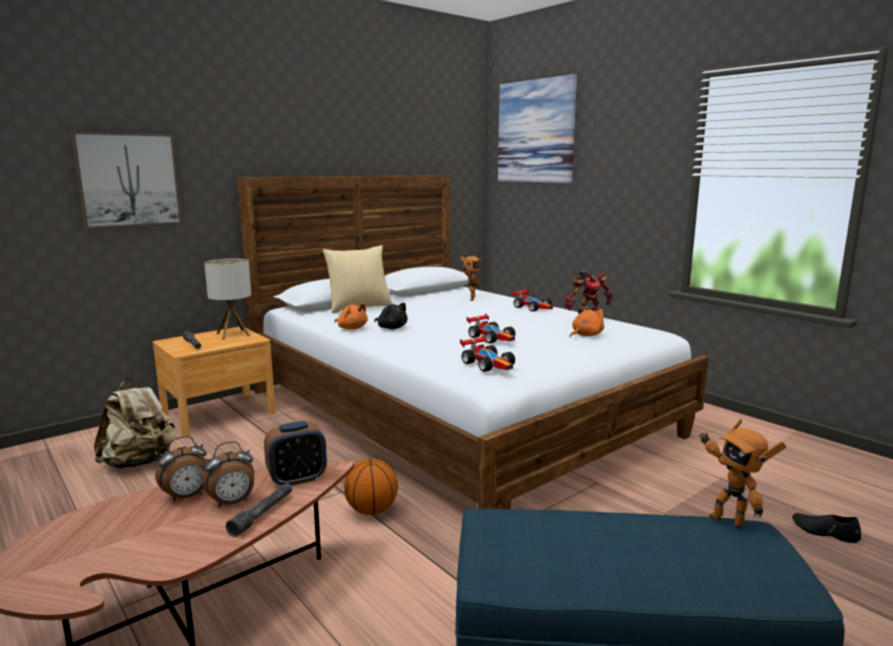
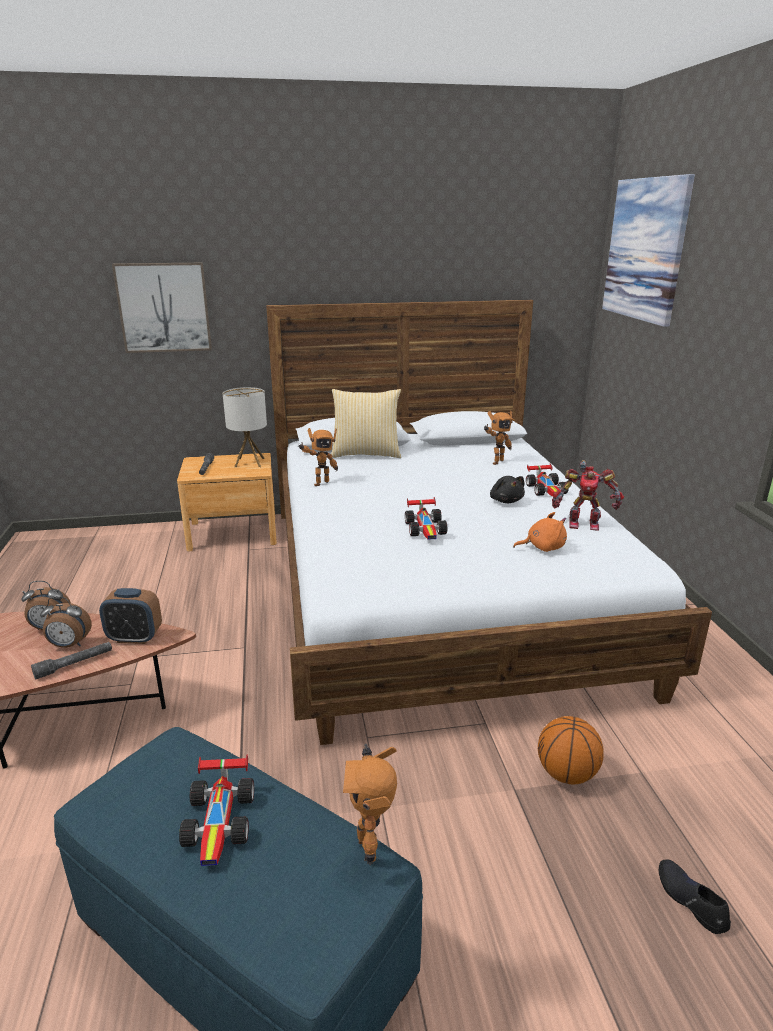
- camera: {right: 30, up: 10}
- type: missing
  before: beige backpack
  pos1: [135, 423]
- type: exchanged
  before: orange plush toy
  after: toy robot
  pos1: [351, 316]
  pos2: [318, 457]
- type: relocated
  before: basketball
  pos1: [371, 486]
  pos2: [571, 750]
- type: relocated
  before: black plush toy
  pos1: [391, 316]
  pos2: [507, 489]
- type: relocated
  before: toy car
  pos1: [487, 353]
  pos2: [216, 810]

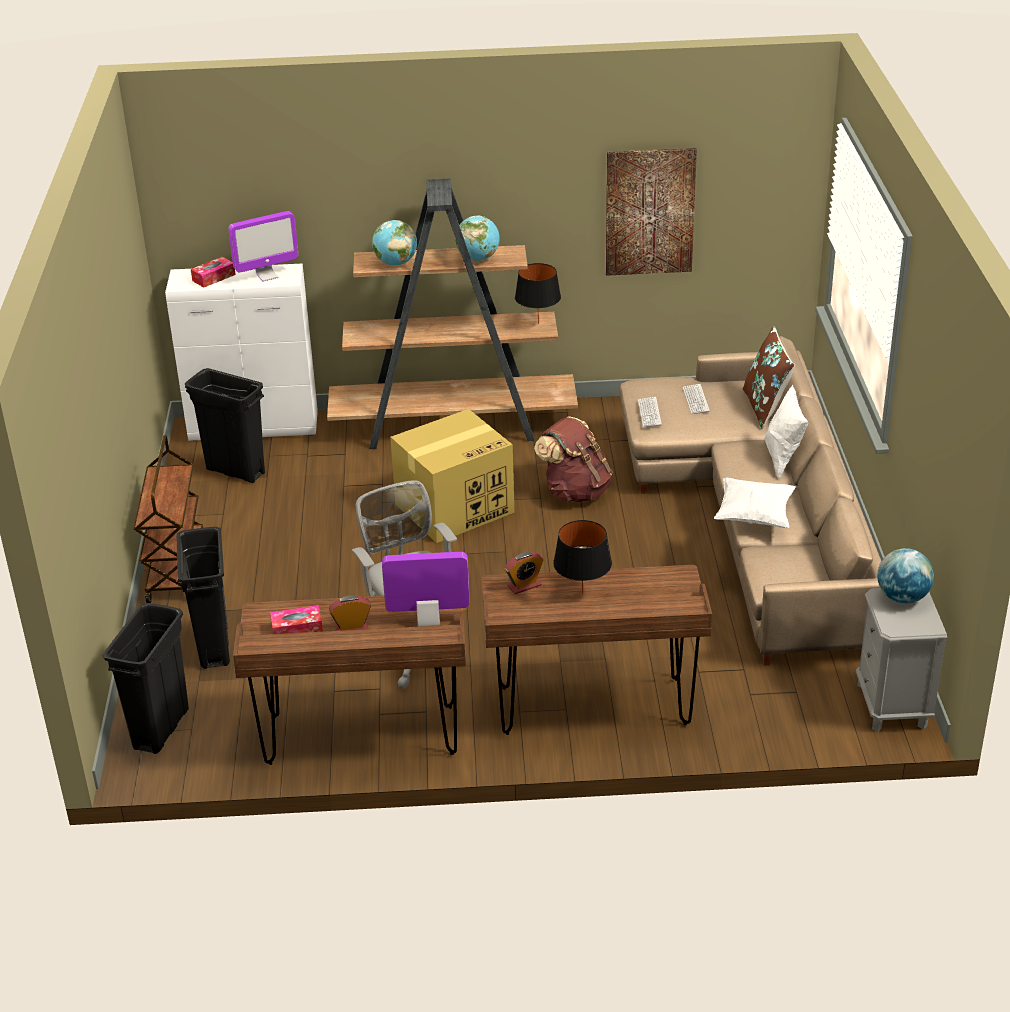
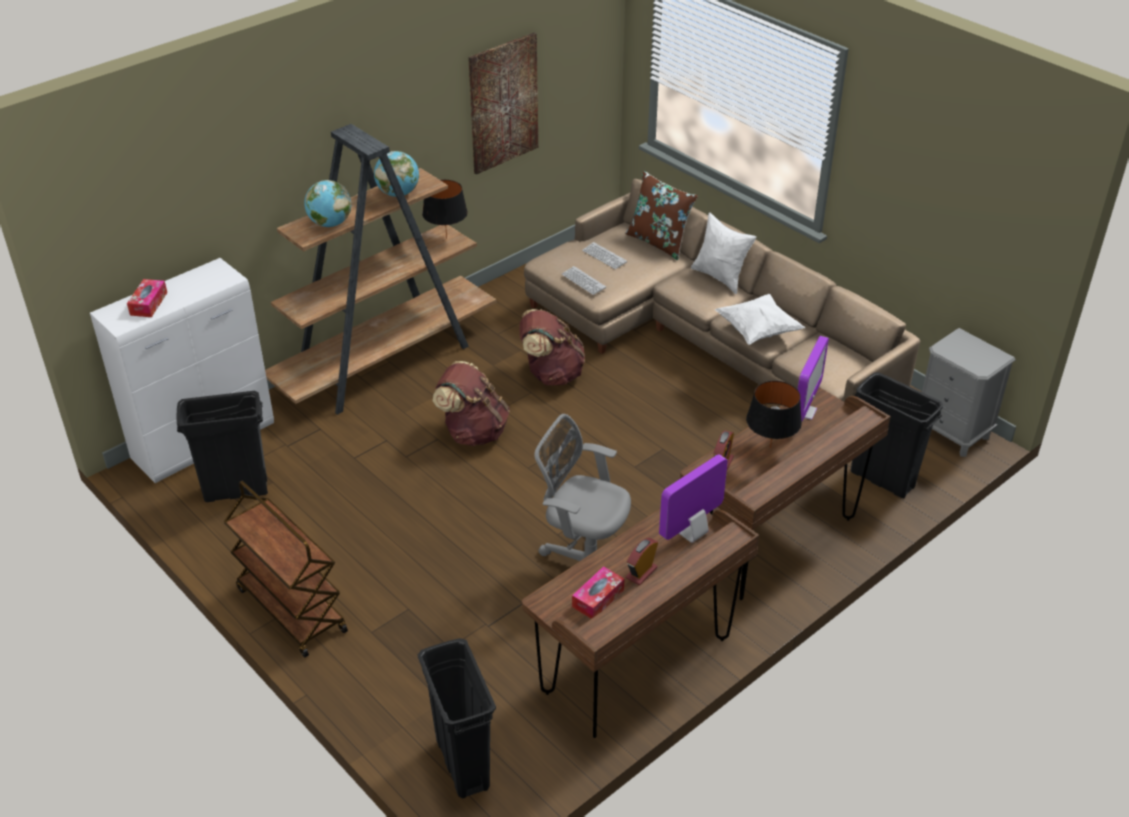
- camera: {right: -40, up: 5}
- type: relocated
  before: black trash can
  pos1: [203, 598]
  pos2: [897, 435]
- type: relocated
  before: monitor
  pos1: [263, 246]
  pos2: [813, 378]
- type: exchanged
  before: cardboard box
  after: brown backpack
  pos1: [452, 476]
  pos2: [471, 403]
- type: missing
  before: globe
  pos1: [905, 576]

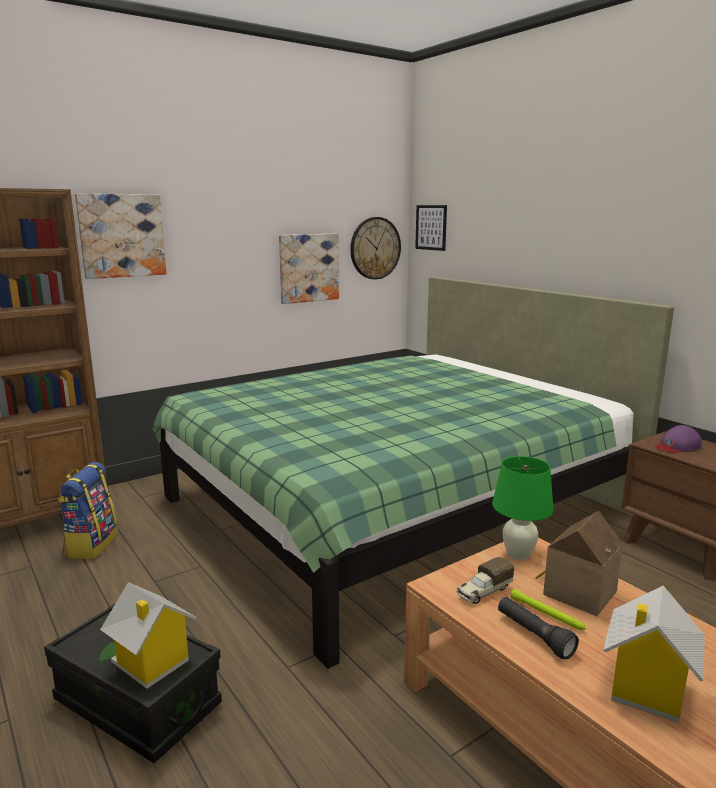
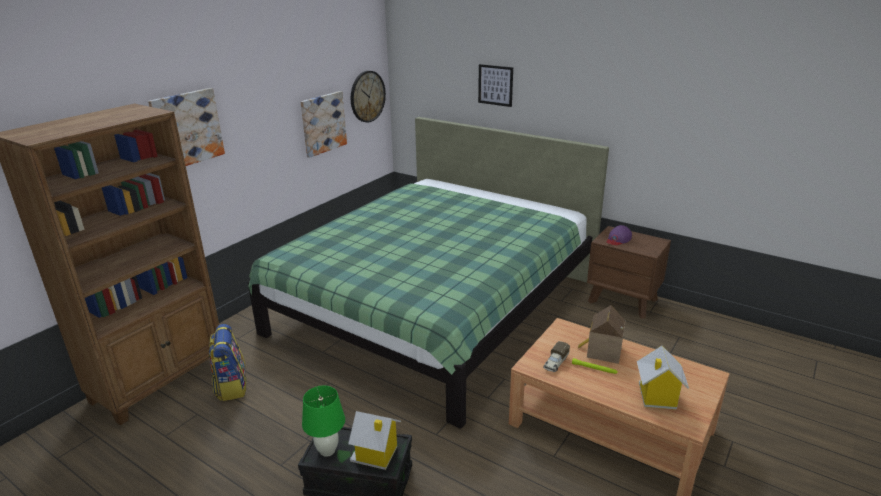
- camera: {right: -20, up: 10}
- type: relocated
  before: picture
  pos1: [431, 228]
  pos2: [495, 85]
- type: relocated
  before: green table lamp
  pos1: [523, 508]
  pos2: [323, 421]
- type: missing
  before: black flashlight
  pos1: [538, 628]

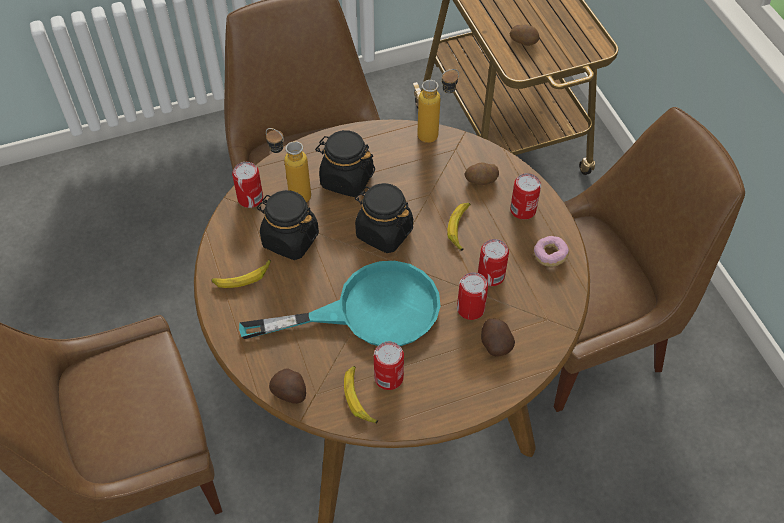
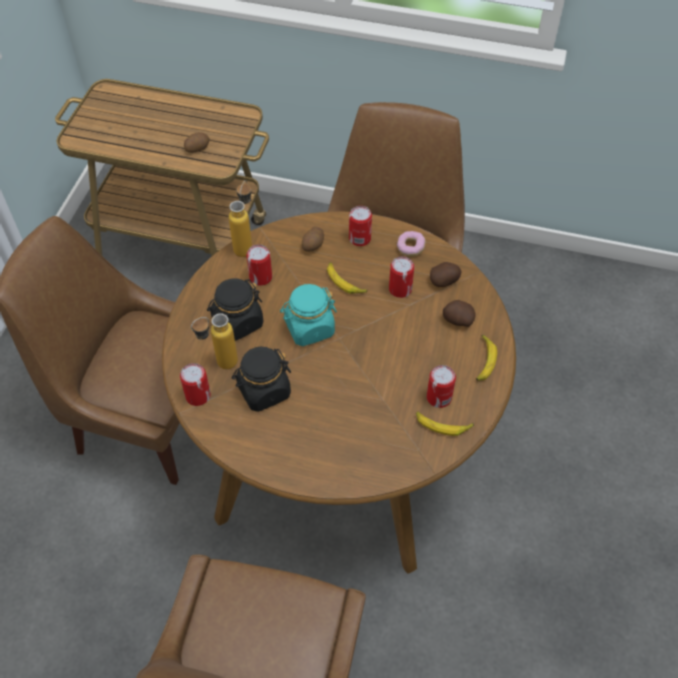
- camera: {right: -55, up: 0}
- type: relocated
  before: banana
  pos1: [241, 273]
  pos2: [486, 358]
- type: missing
  before: turquoise frying pan
  pos1: [340, 303]
- type: relocated
  before: potato
  pos1: [287, 386]
  pos2: [446, 274]
- type: colour
  before: black jar
  after: turquoise jar
  pos1: [384, 218]
  pos2: [308, 315]
- type: relocated
  before: can
  pos1: [472, 296]
  pos2: [259, 265]

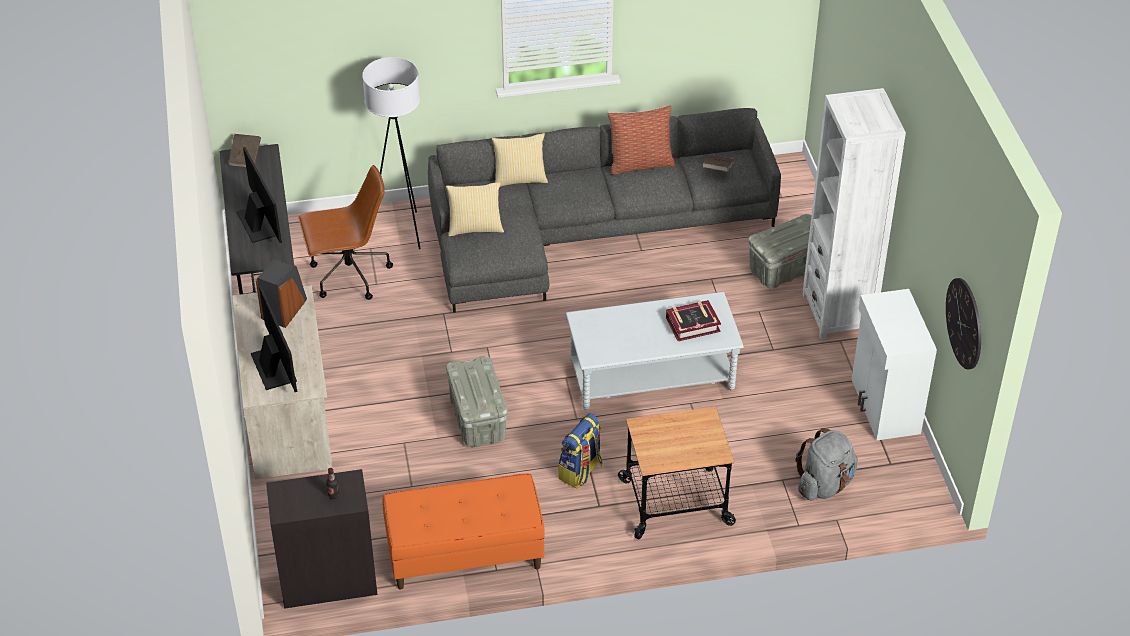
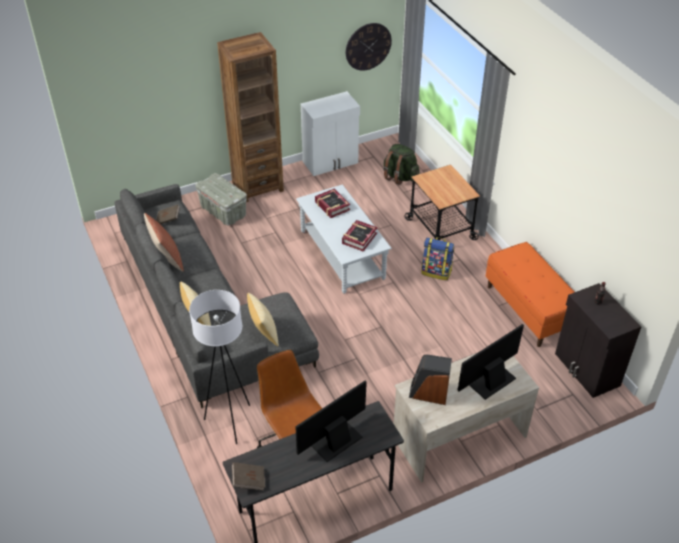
- camera: {right: -105, up: 0}
- type: missing
  before: grey storage box
  pos1: [477, 401]
- type: colour
  before: grey backpack
  after: green backpack
  pos1: [826, 464]
  pos2: [401, 164]
- type: colour
  before: white bookcase
  after: brown bookcase
  pos1: [854, 213]
  pos2: [250, 117]
- type: appeared
  after: book
  pos2: [360, 236]

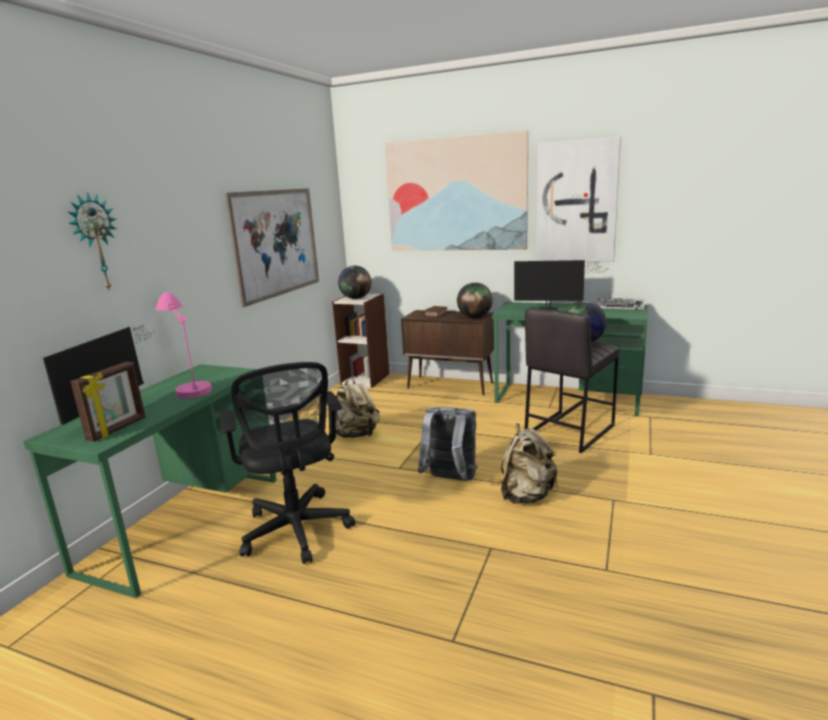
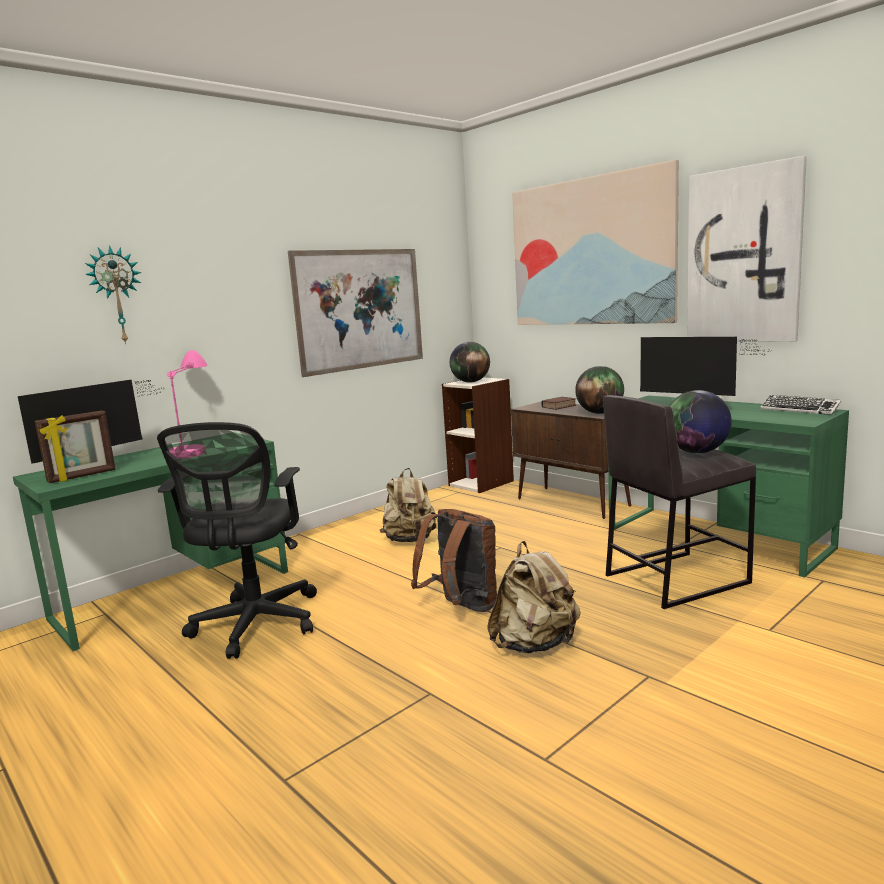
- camera: {right: 25, up: -5}
- type: colour
  before: grey backpack
  after: brown backpack
  pos1: [448, 444]
  pos2: [454, 560]

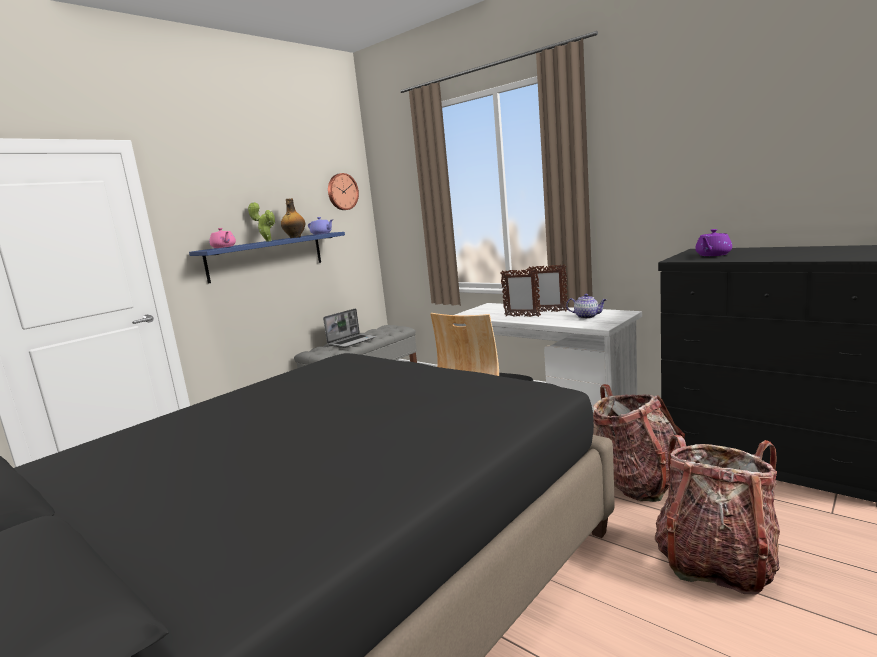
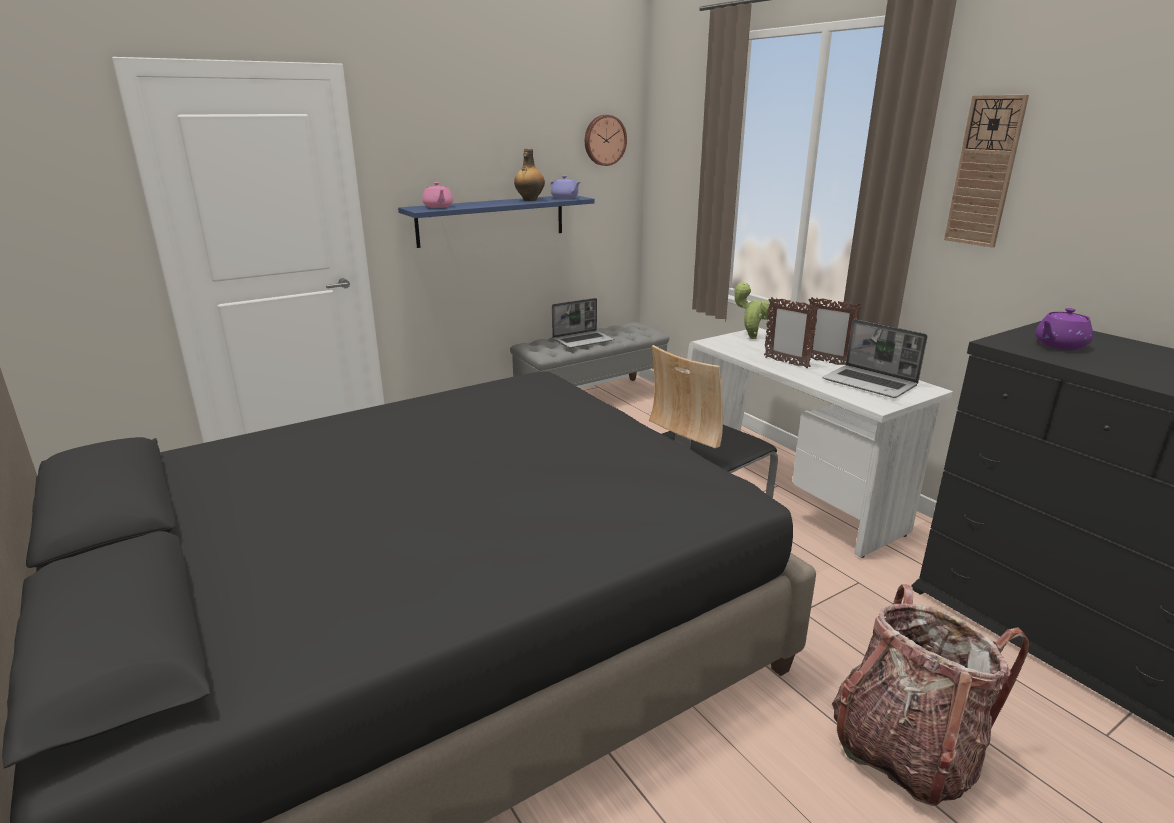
- camera: {right: 15, up: 10}
- type: relocated
  before: potted plant
  pos1: [261, 222]
  pos2: [753, 310]
- type: exchanged
  before: teapot
  after: laptop
  pos1: [586, 306]
  pos2: [875, 358]
- type: missing
  before: backpack
  pos1: [639, 443]
- type: appeared
  after: wall clock
  pos2: [986, 171]

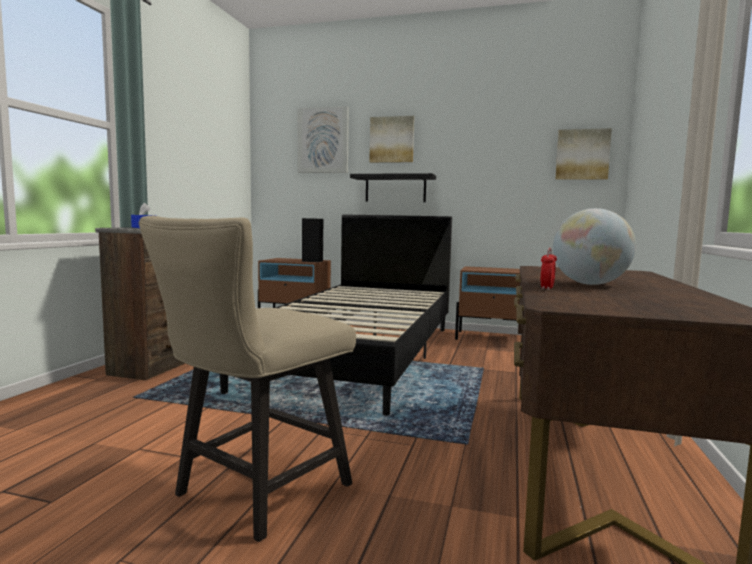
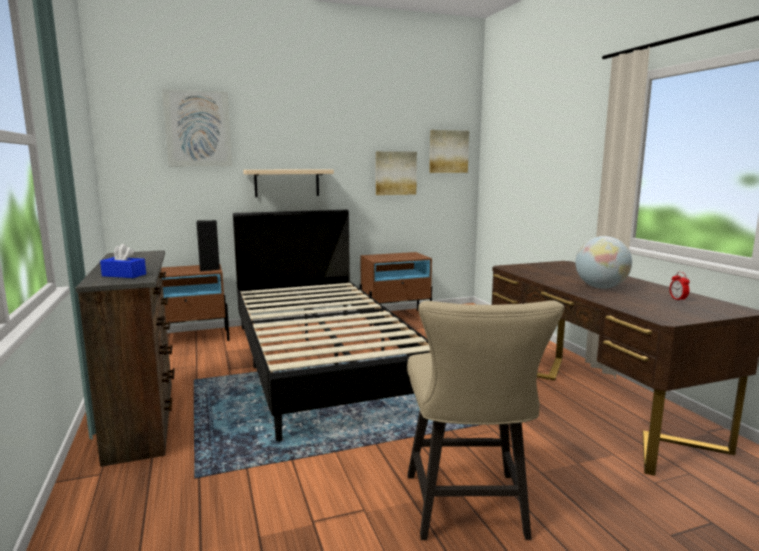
- camera: {right: -35, up: 5}
- type: colour
  before: black shelf
  after: beige shelf
  pos1: [393, 187]
  pos2: [288, 183]
- type: relocated
  before: picture
  pos1: [391, 139]
  pos2: [396, 173]
- type: relocated
  before: alarm clock
  pos1: [549, 269]
  pos2: [680, 286]

